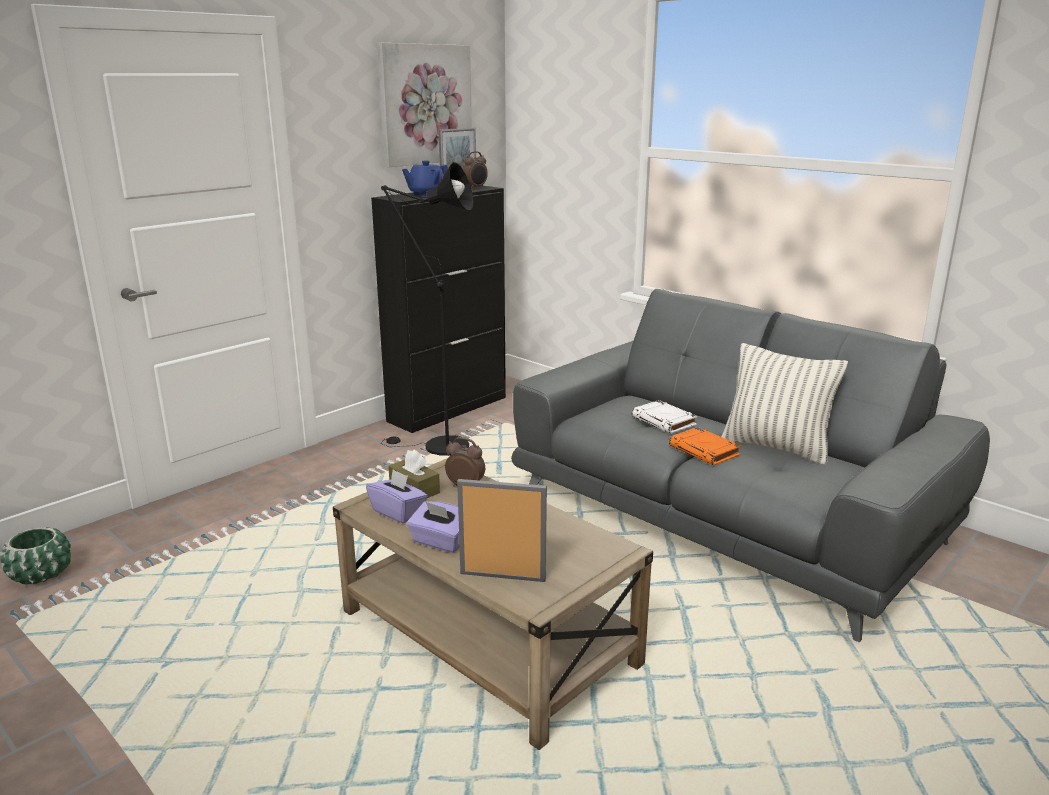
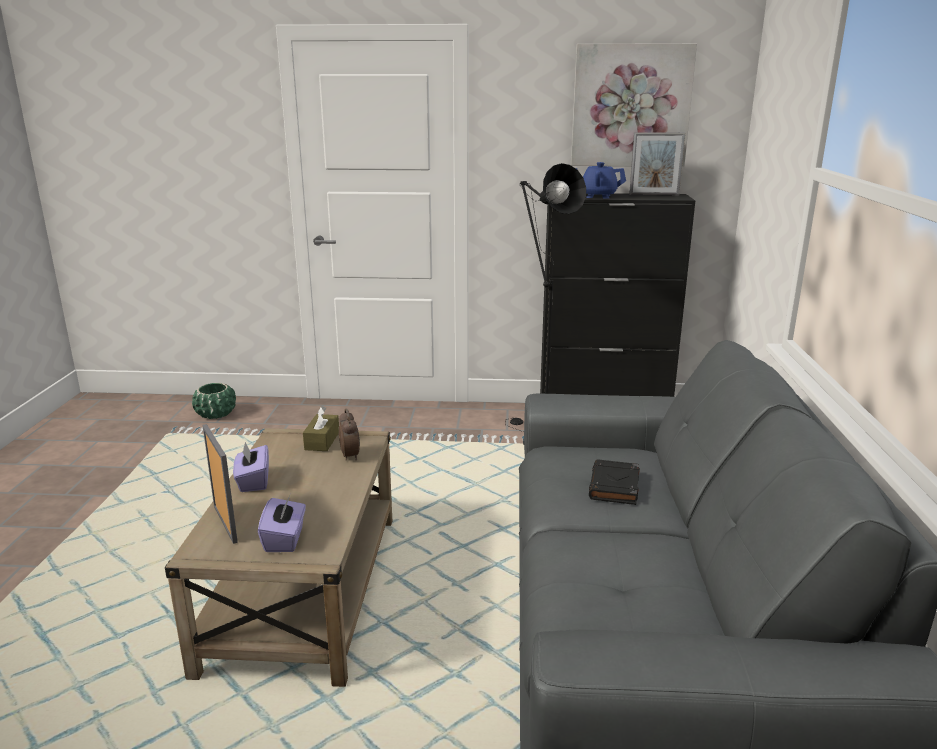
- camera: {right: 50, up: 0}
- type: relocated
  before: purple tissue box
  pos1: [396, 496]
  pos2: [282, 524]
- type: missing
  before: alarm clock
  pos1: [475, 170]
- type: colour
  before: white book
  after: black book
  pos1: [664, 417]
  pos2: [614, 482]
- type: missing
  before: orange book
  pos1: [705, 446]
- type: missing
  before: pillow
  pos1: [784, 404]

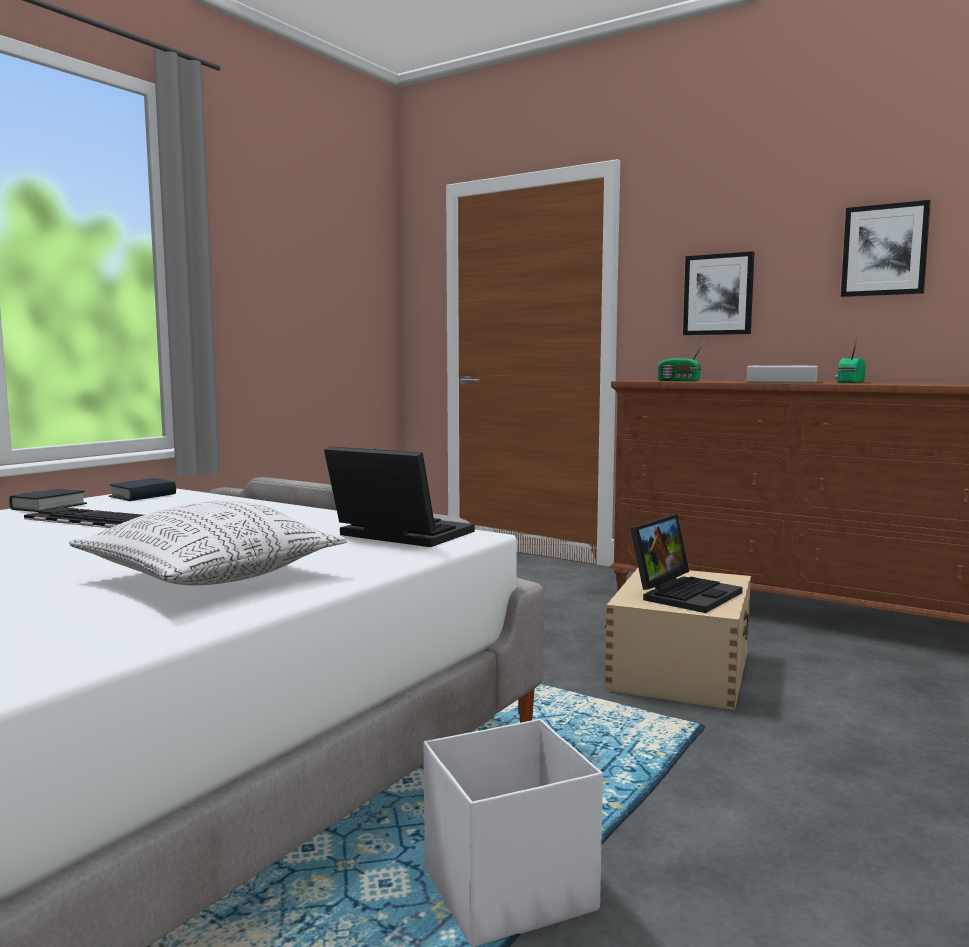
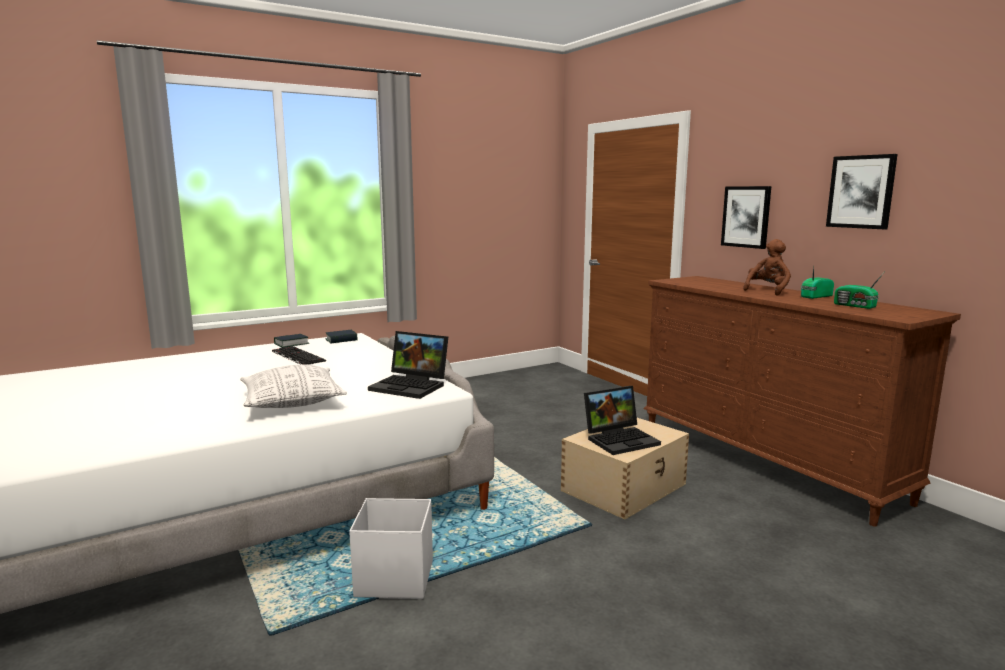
- camera: {right: 25, up: 5}
- type: spun
  before: laptop
  pos1: [399, 496]
  pos2: [408, 365]
  turn: 150
- type: relocated
  before: radio
  pos1: [681, 361]
  pos2: [859, 290]
- type: exchanged
  before: grey tray
  after: brown plush toy
  pos1: [782, 374]
  pos2: [767, 267]

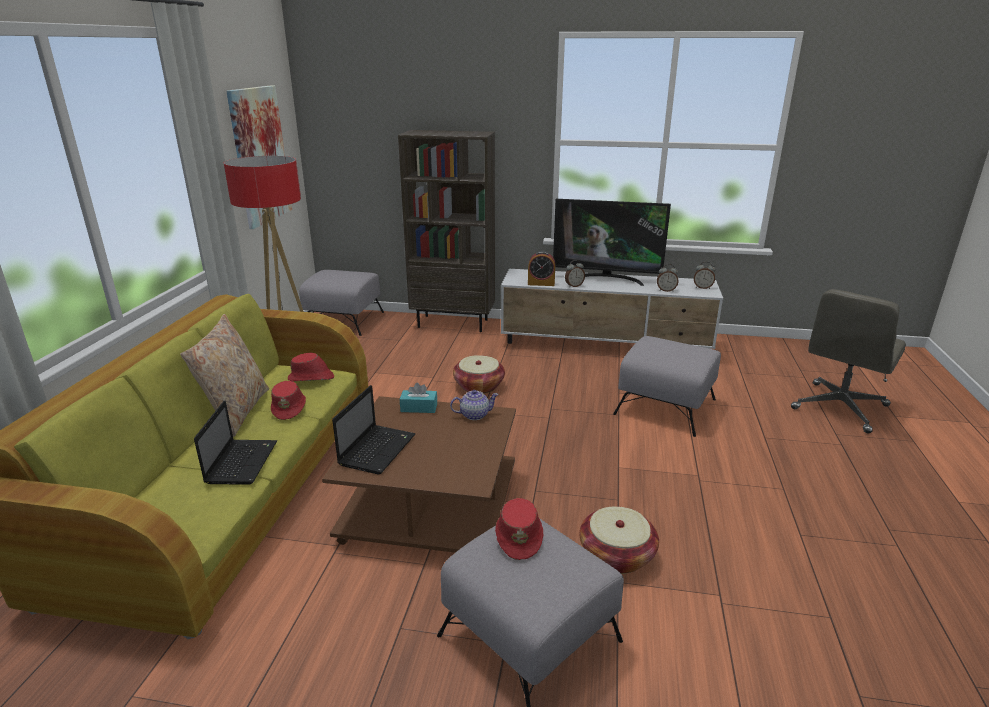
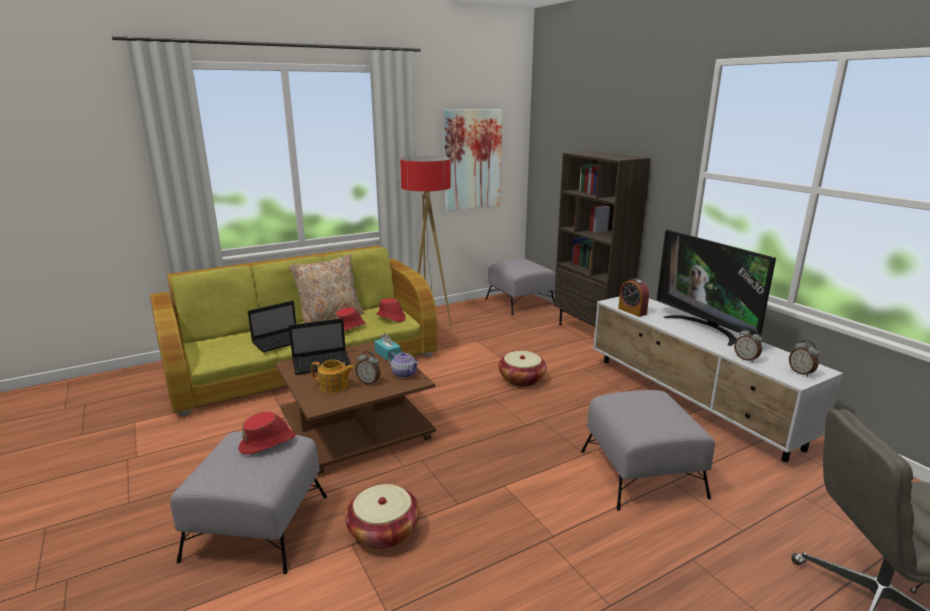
- camera: {right: 50, up: -5}
- type: relocated
  before: alarm clock
  pos1: [575, 274]
  pos2: [368, 368]
- type: appeared
  after: teapot
  pos2: [333, 376]

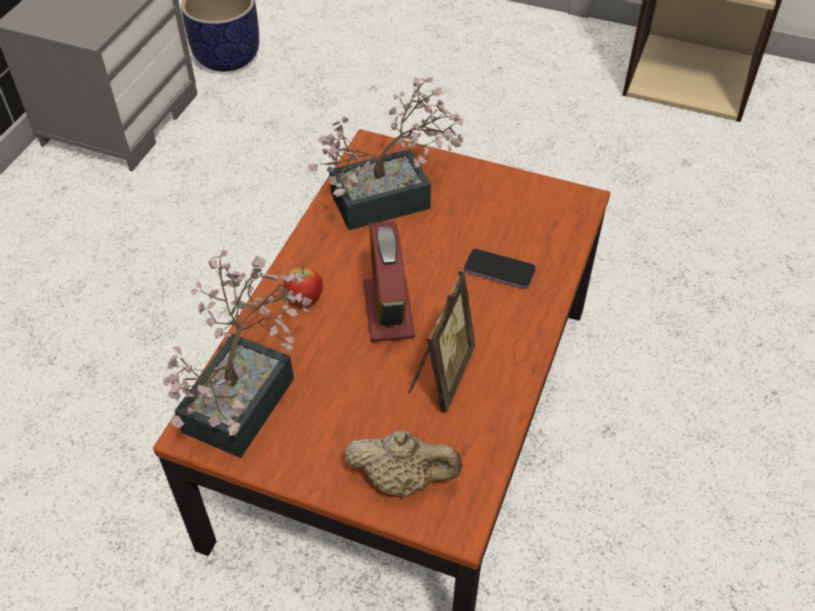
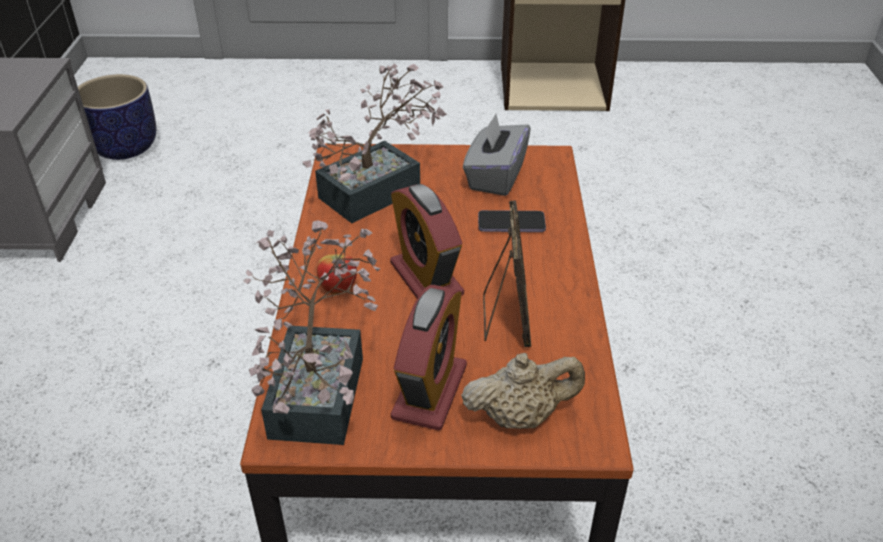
- camera: {right: -20, up: -10}
- type: appeared
  after: alarm clock
  pos2: [429, 358]
- type: appeared
  after: grey tissue box
  pos2: [497, 155]

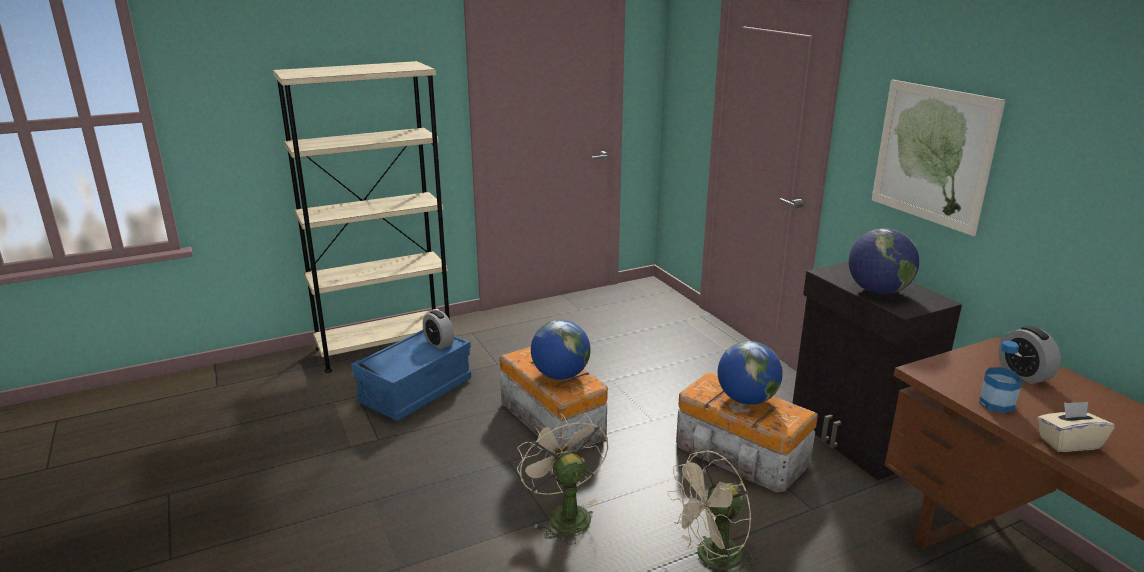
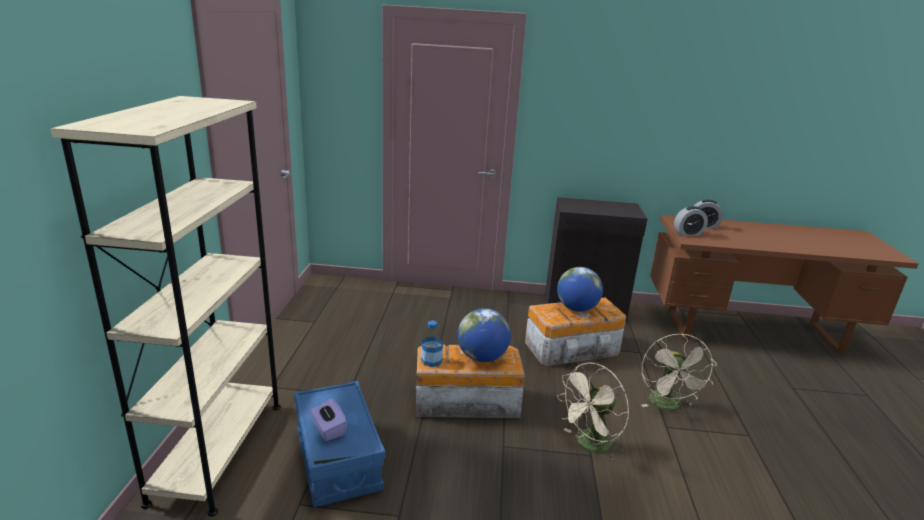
- camera: {right: -60, up: 0}
- type: relocated
  before: alarm clock
  pos1: [438, 329]
  pos2: [691, 221]
- type: spun
  before: beige fan
  pos1: [562, 479]
  pos2: [593, 411]
  turn: -45
- type: missing
  before: globe
  pos1: [884, 261]
- type: missing
  before: picture
  pos1: [939, 158]
- type: relocated
  before: bottle
  pos1: [1001, 377]
  pos2: [432, 343]
- type: missing
  before: beige tissue box
  pos1: [1076, 427]
- type: appeared
  after: purple tissue box
  pos2: [328, 420]

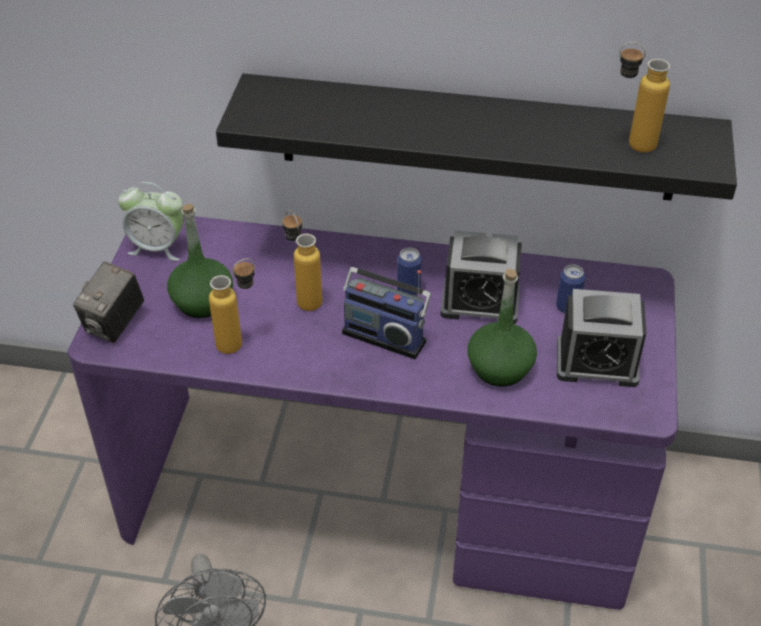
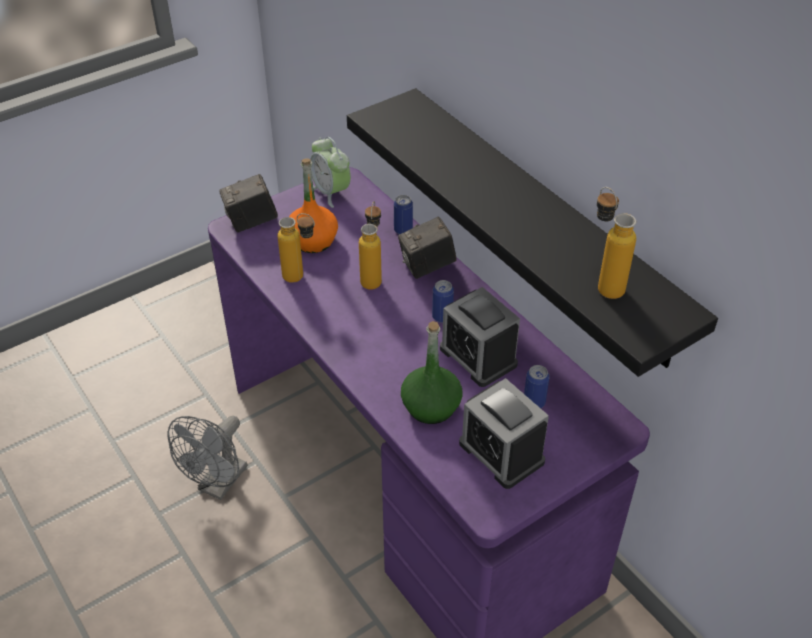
- camera: {right: 45, up: 0}
- type: colour
  before: green bottle
  after: orange bottle
  pos1: [200, 261]
  pos2: [313, 205]
- type: missing
  before: radio
  pos1: [386, 313]
- type: appeared
  after: can
  pos2: [403, 214]
- type: appeared
  after: photo camera
  pos2: [427, 248]

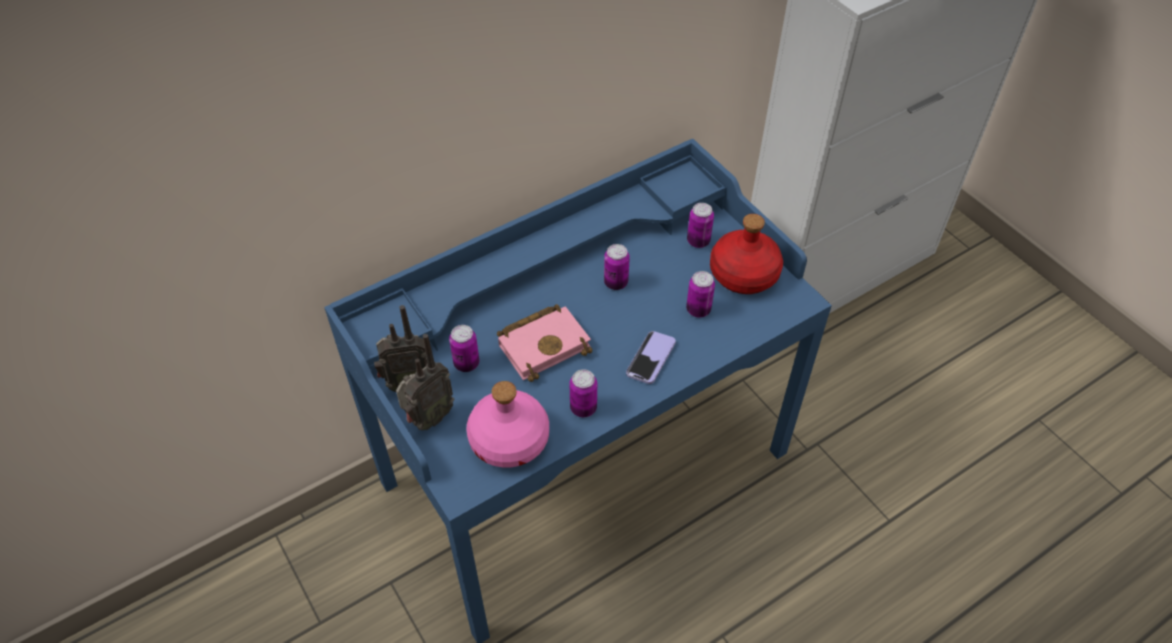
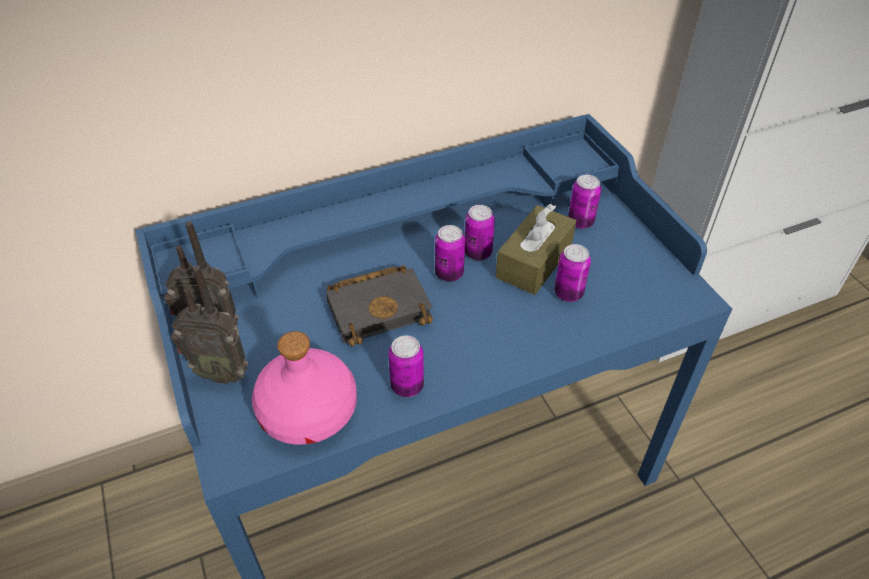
- camera: {right: 10, up: -5}
- type: spun
  before: radio
  pos1: [425, 382]
  pos2: [209, 325]
  turn: 45
- type: relocated
  before: can
  pos1: [464, 348]
  pos2: [450, 253]
- type: colour
  before: pink book
  after: black book
  pos1: [544, 343]
  pos2: [379, 305]
- type: missing
  before: phone
  pos1: [651, 357]
- type: missing
  before: red bottle
  pos1: [746, 254]
- type: appeared
  after: brown tissue box
  pos2: [535, 249]

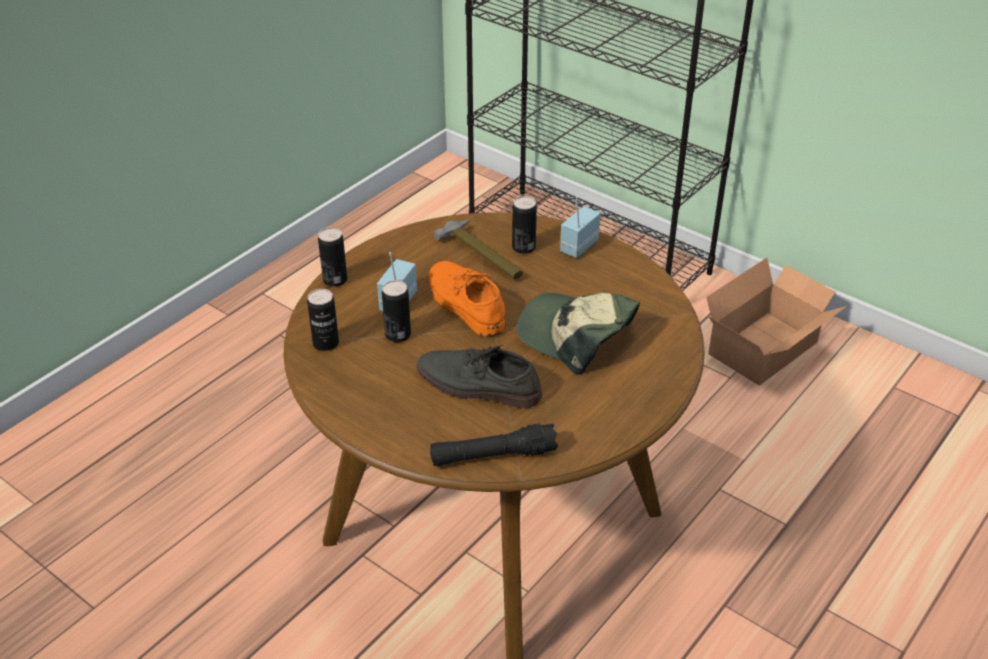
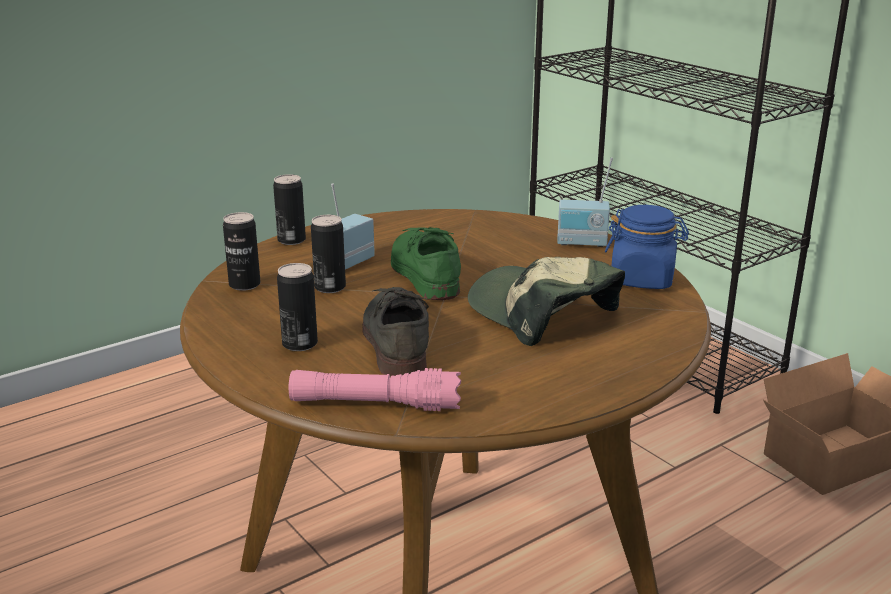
- camera: {right: 15, up: -15}
- type: spun
  before: grey shoe
  pos1: [479, 377]
  pos2: [395, 332]
  turn: 45
- type: colour
  before: orange shoe
  after: green shoe
  pos1: [467, 299]
  pos2: [426, 263]
- type: colour
  before: black flashlight
  after: pink flashlight
  pos1: [494, 444]
  pos2: [375, 389]
- type: missing
  before: hammer
  pos1: [478, 250]
- type: relocated
  before: can
  pos1: [524, 225]
  pos2: [297, 307]
- type: spun
  before: radio
  pos1: [580, 227]
  pos2: [585, 202]
  turn: -135
- type: appeared
  after: blue jar
  pos2: [647, 247]

